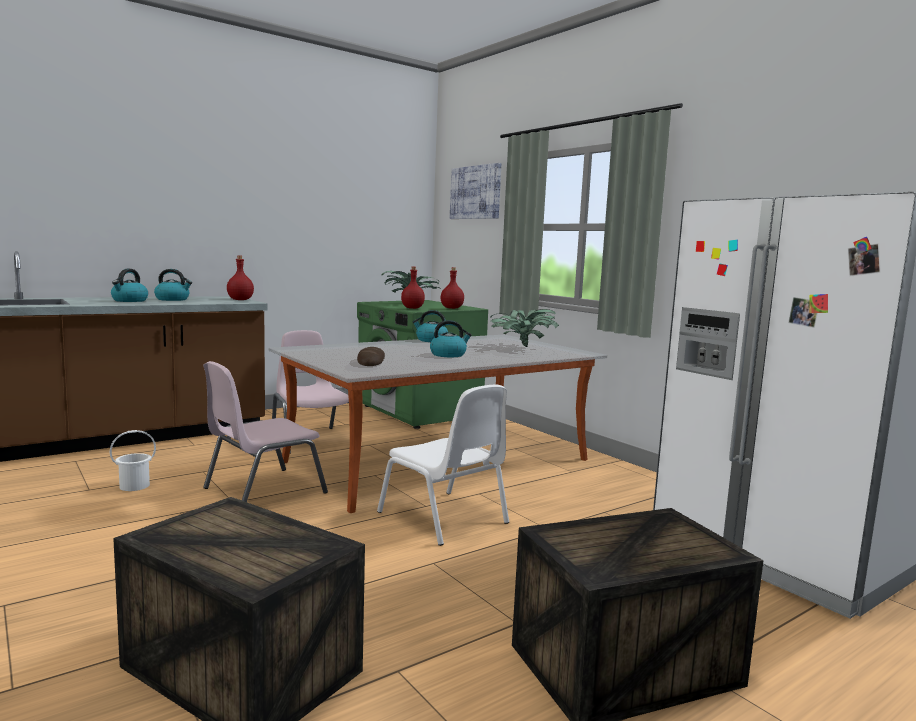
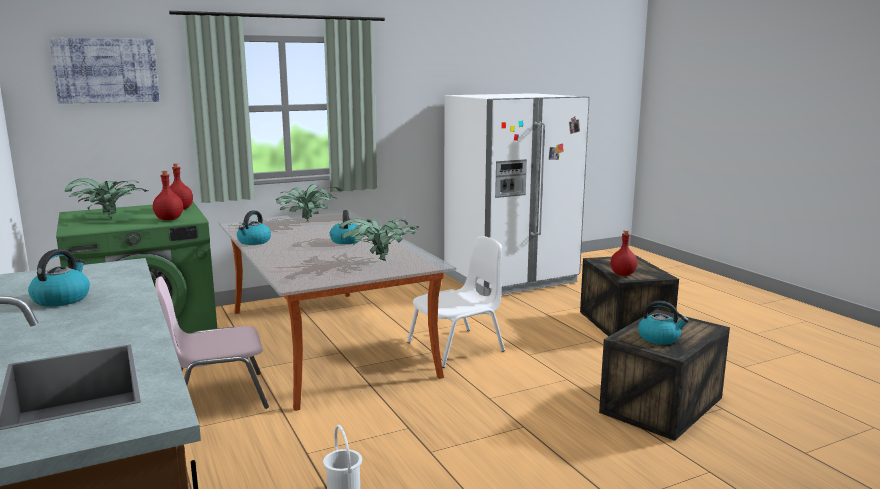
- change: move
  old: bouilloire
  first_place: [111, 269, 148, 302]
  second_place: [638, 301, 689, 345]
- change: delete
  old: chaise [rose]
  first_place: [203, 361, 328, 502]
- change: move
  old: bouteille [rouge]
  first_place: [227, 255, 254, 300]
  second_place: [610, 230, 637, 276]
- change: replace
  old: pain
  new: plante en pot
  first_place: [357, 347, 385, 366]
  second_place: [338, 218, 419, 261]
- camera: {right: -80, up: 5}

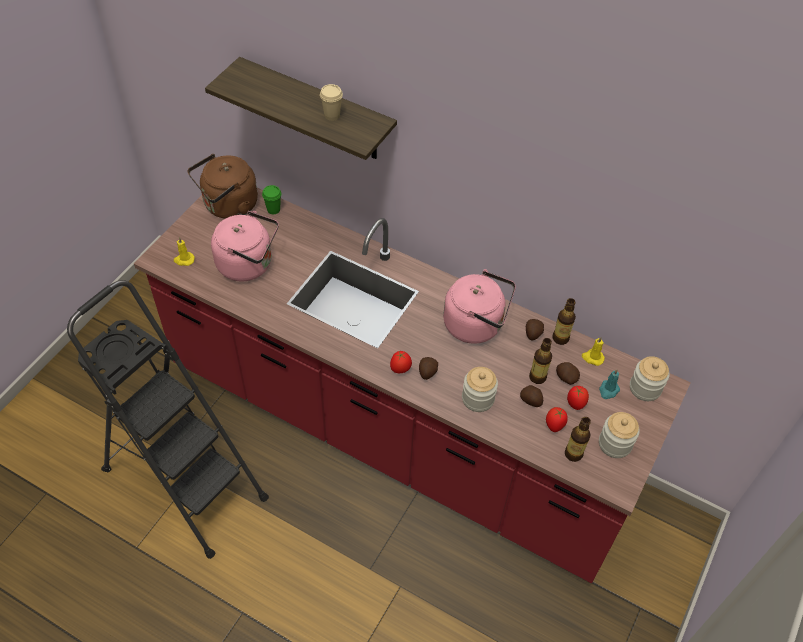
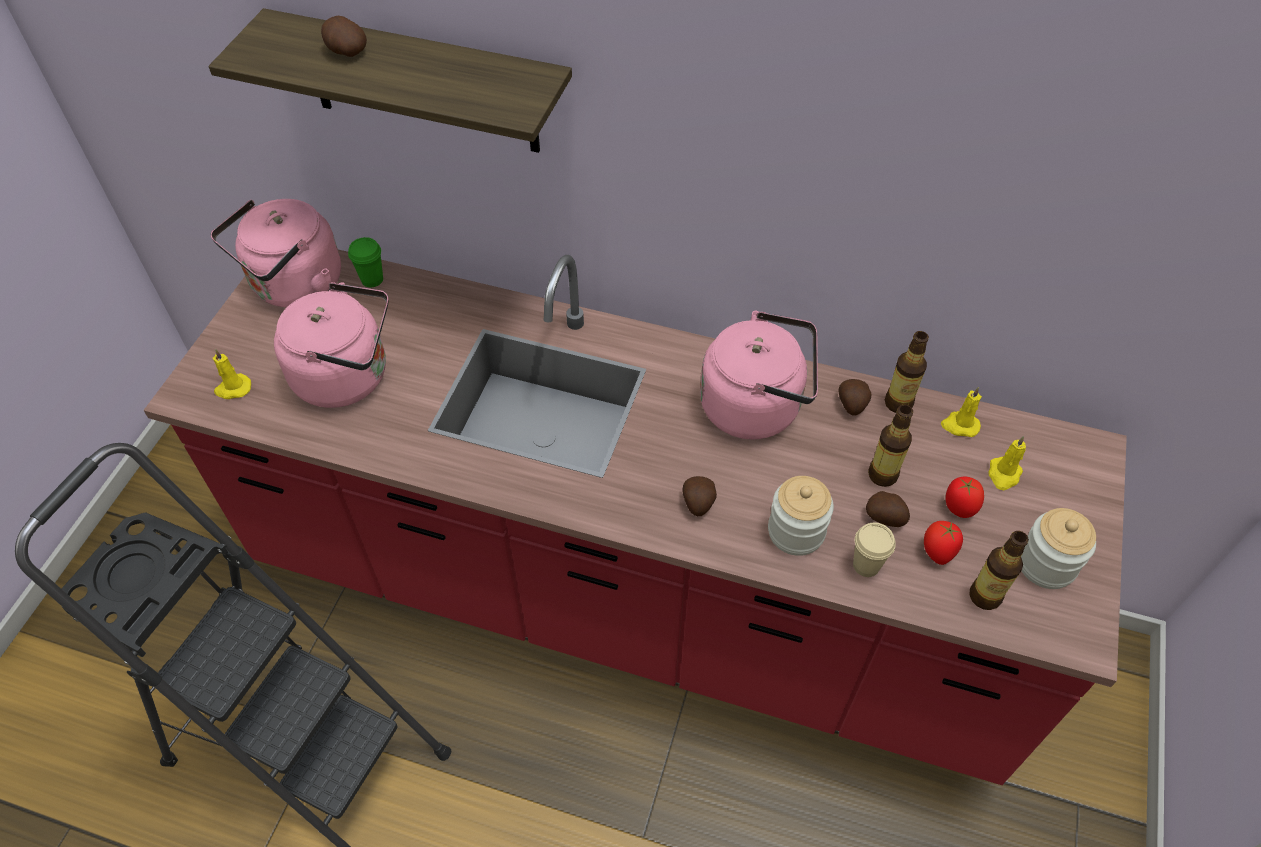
- change: recolor
  old: bouilloire [marron]
  new: bouilloire [rose]
  first_place: [188, 154, 258, 219]
  second_place: [211, 199, 341, 308]
- change: move
  old: tasse [beige]
  first_place: [320, 84, 343, 121]
  second_place: [853, 523, 896, 577]
- change: delete
  old: tomate
  first_place: [390, 351, 412, 373]
- change: move
  old: pomme de terre
  first_place: [556, 362, 580, 385]
  second_place: [321, 16, 367, 57]
- change: recolor
  old: bougie [turquoise]
  new: bougie [jaune]
  first_place: [599, 369, 620, 399]
  second_place: [988, 436, 1026, 490]
- change: delete
  old: bocal
  first_place: [630, 356, 670, 401]
- camera: {right: -10, up: 0}

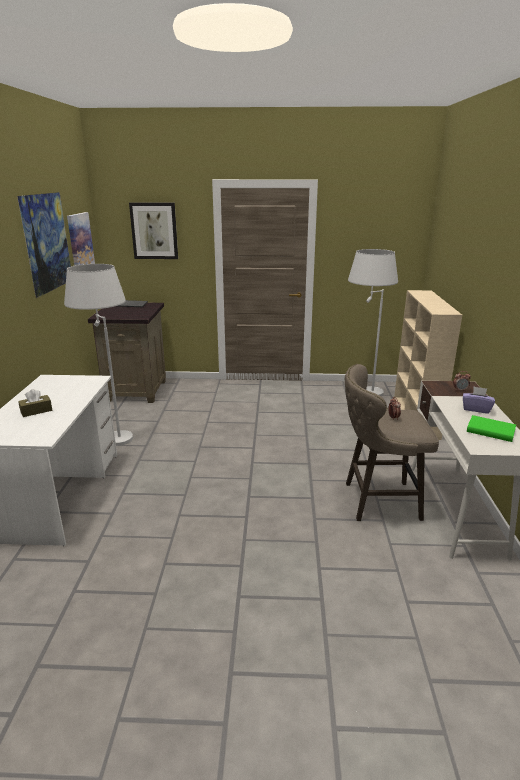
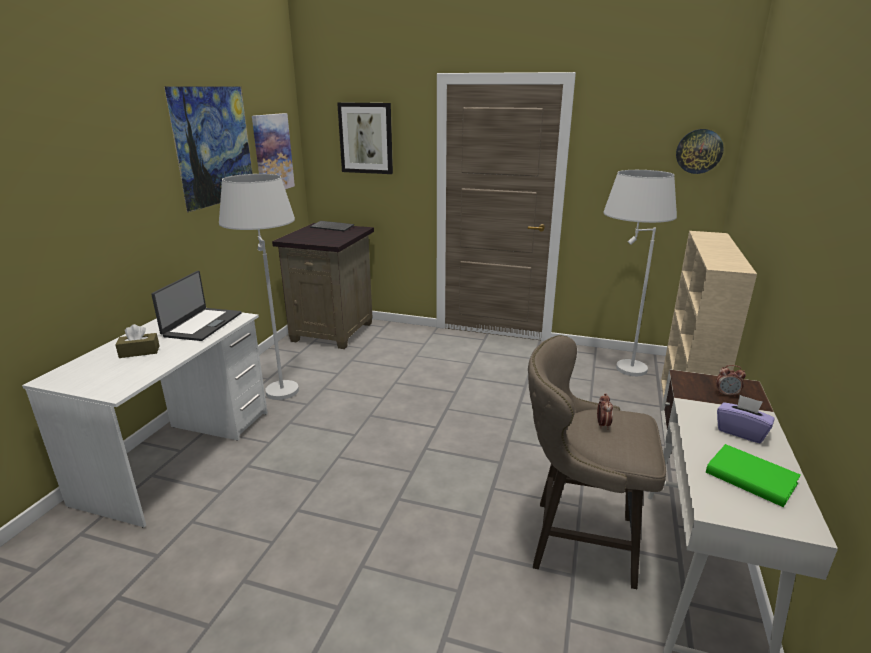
- change: insert
  new: ordinateur portable
  second_place: [151, 271, 242, 341]
- change: insert
  new: horloge murale
  second_place: [676, 129, 724, 174]
- camera: {right: 15, up: 0}

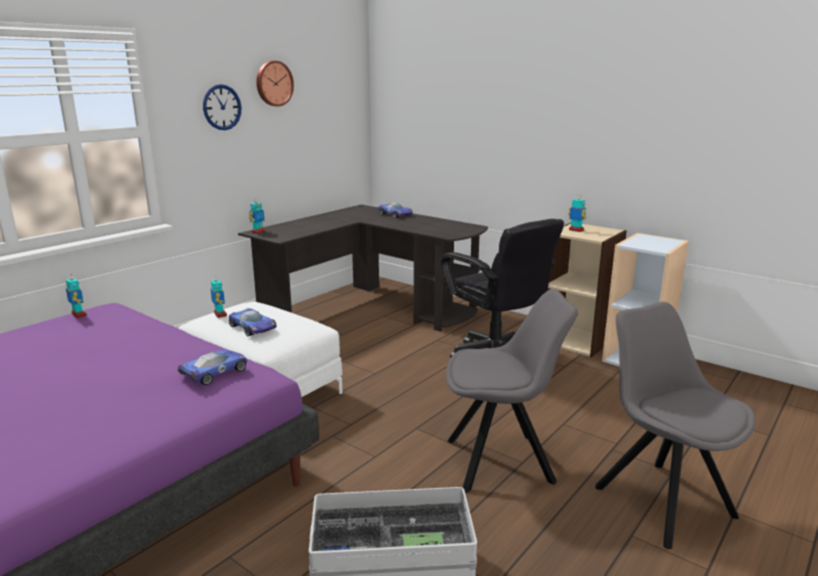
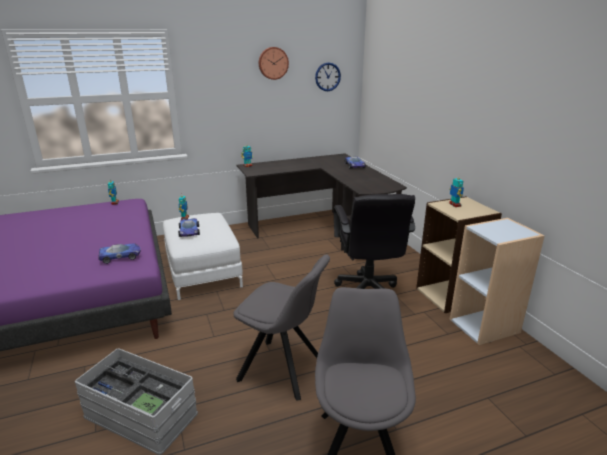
- change: move
  old: horloge murale
  first_place: [203, 84, 241, 130]
  second_place: [315, 62, 341, 91]
- camera: {right: 30, up: 5}

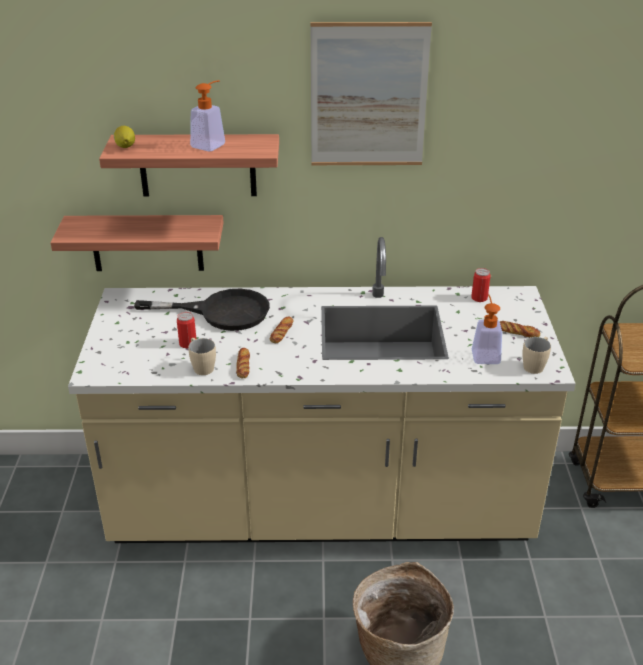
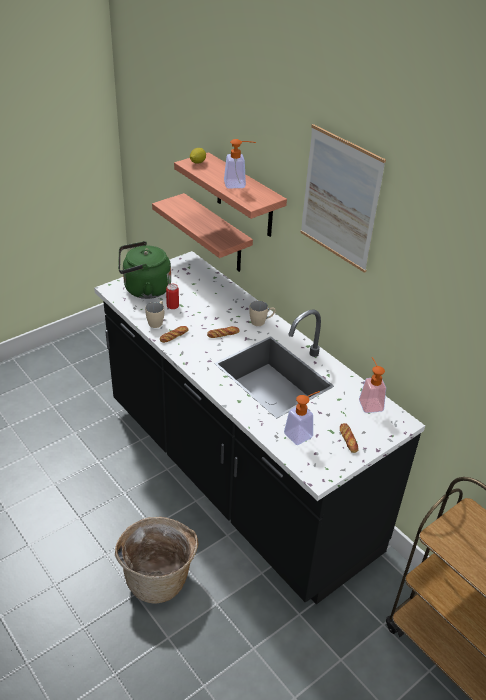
- change: recolor
  old: comptoir de cuisine [beige]
  new: comptoir de cuisine [noir]
  first_place: [68, 237, 576, 543]
  second_place: [94, 251, 425, 605]
- change: delete
  old: poêle [noir]
  first_place: [134, 289, 270, 331]
- change: replace
  old: boîte métallique
  new: distributeur de savon
  first_place: [471, 268, 491, 302]
  second_place: [359, 357, 386, 413]
- change: move
  old: mug [beige]
  first_place: [522, 337, 551, 374]
  second_place: [249, 301, 276, 326]
- change: insert
  new: bouilloire [vert]
  second_place: [118, 241, 171, 299]
- camera: {right: 50, up: 5}

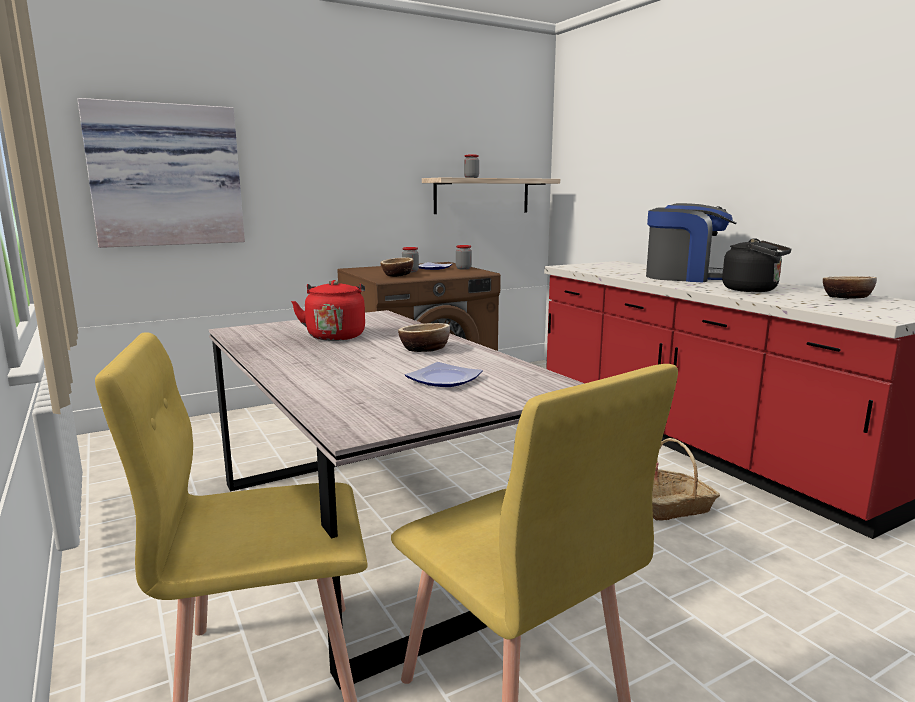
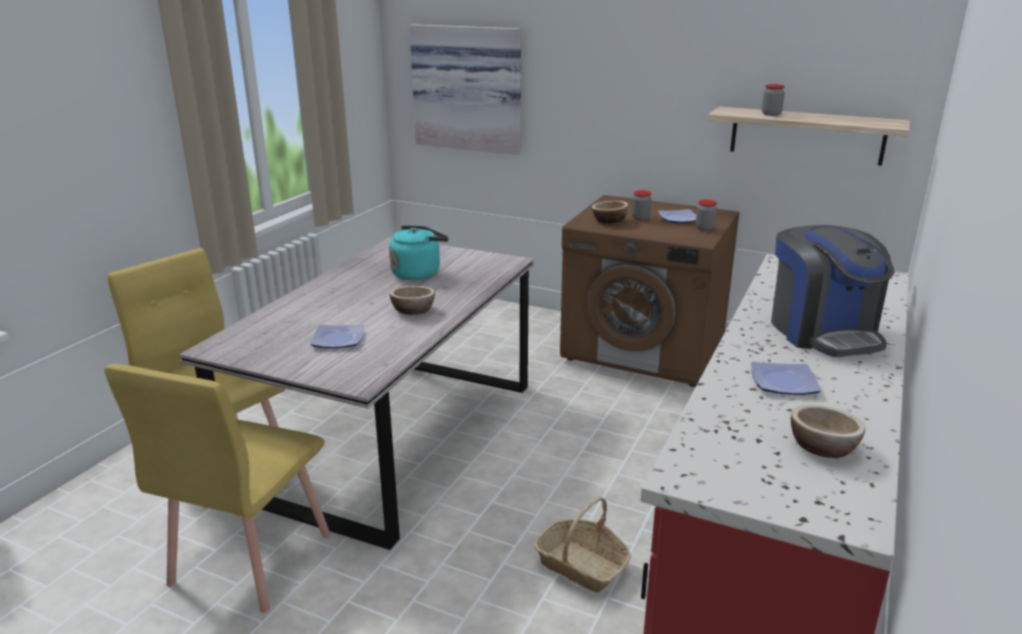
- change: recolor
  old: bouilloire [rouge]
  new: bouilloire [turquoise]
  first_place: [291, 280, 365, 341]
  second_place: [389, 225, 449, 280]
- change: replace
  old: bouilloire [noir]
  new: assiette
  first_place: [722, 238, 792, 292]
  second_place: [751, 362, 821, 395]
- camera: {right: 55, up: 10}

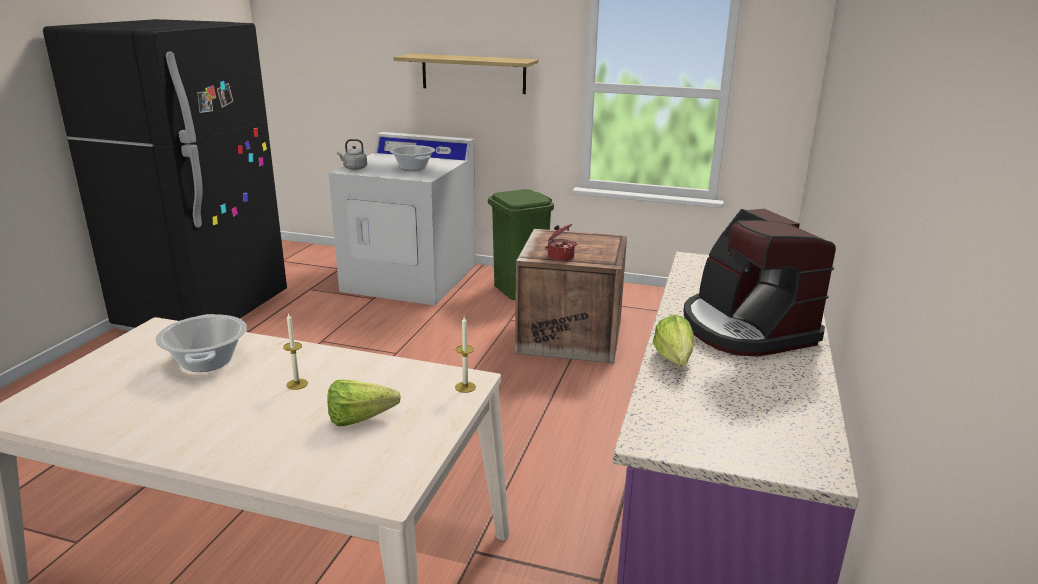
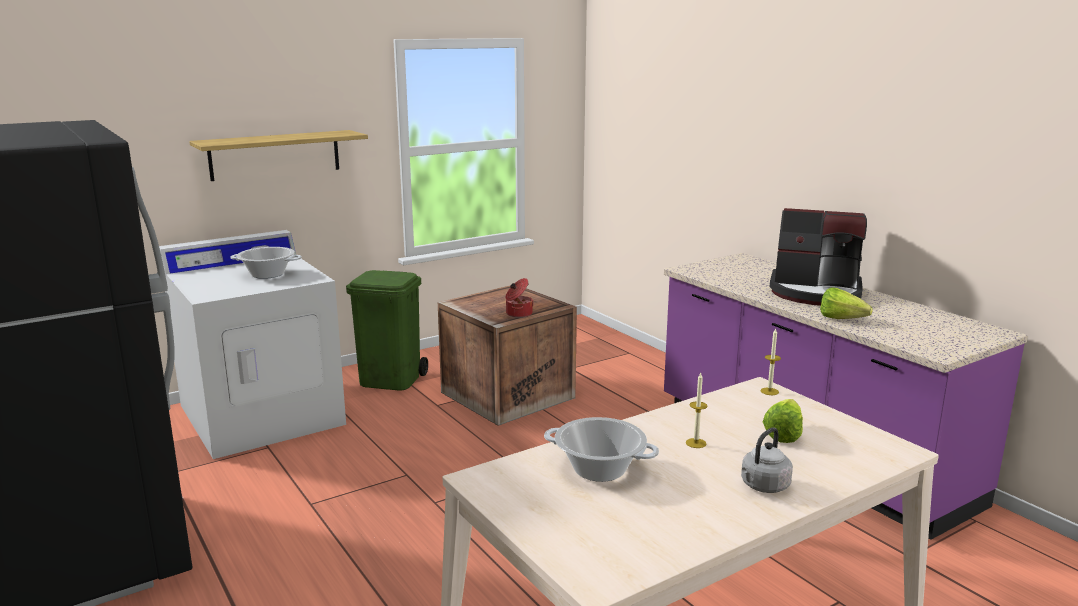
- change: move
  old: bouilloire [gris]
  first_place: [337, 139, 367, 170]
  second_place: [741, 427, 793, 493]
- camera: {right: -50, up: -5}

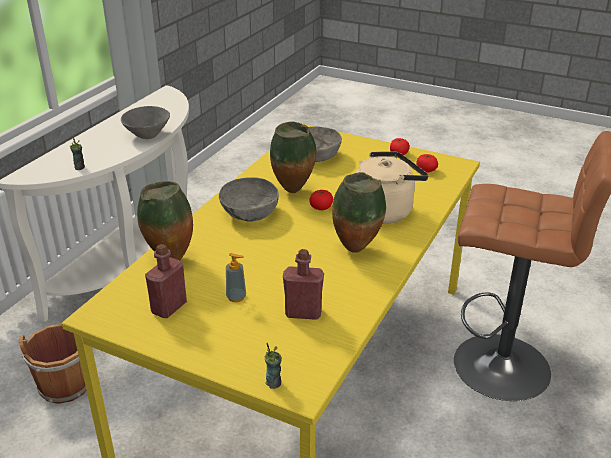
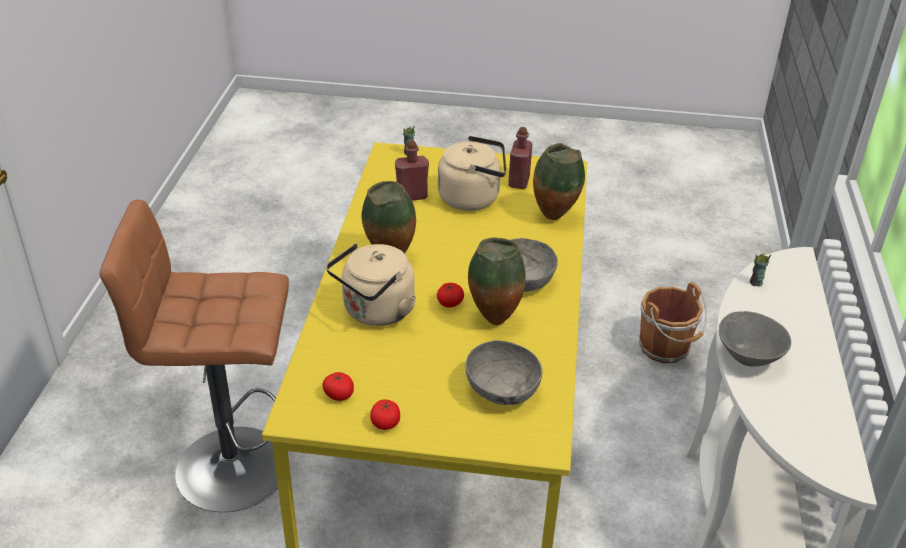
- change: replace
  old: distributeur de savon
  new: bouilloire [beige]
  first_place: [226, 253, 246, 302]
  second_place: [438, 136, 507, 211]
- camera: {right: 160, up: 5}

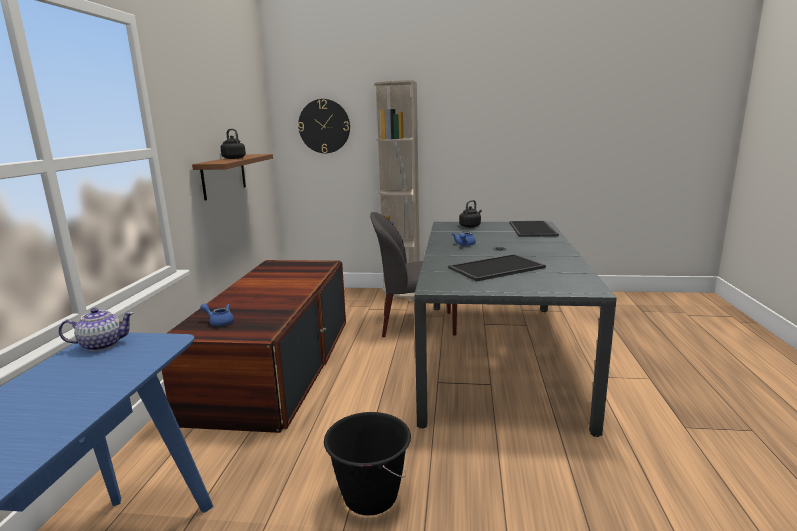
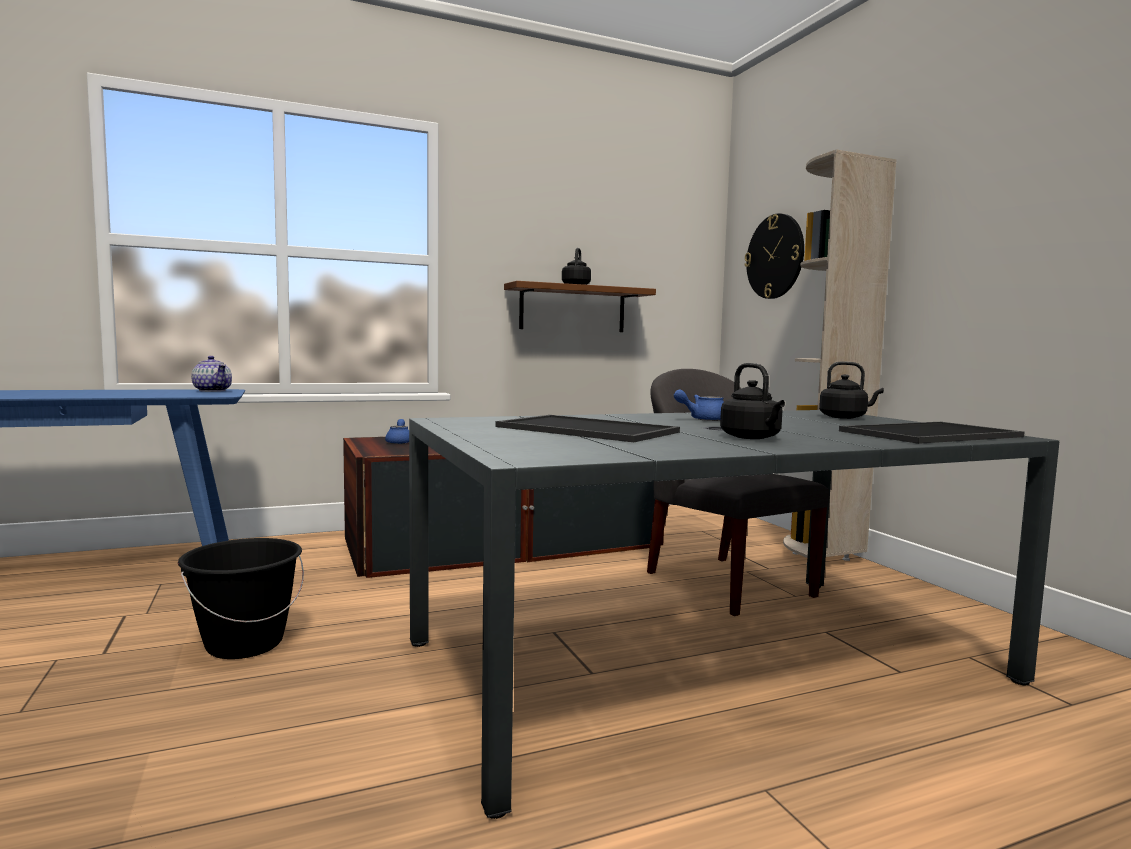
- change: insert
  new: bouilloire [noir]
  second_place: [720, 363, 785, 439]
- camera: {right: 60, up: -10}

